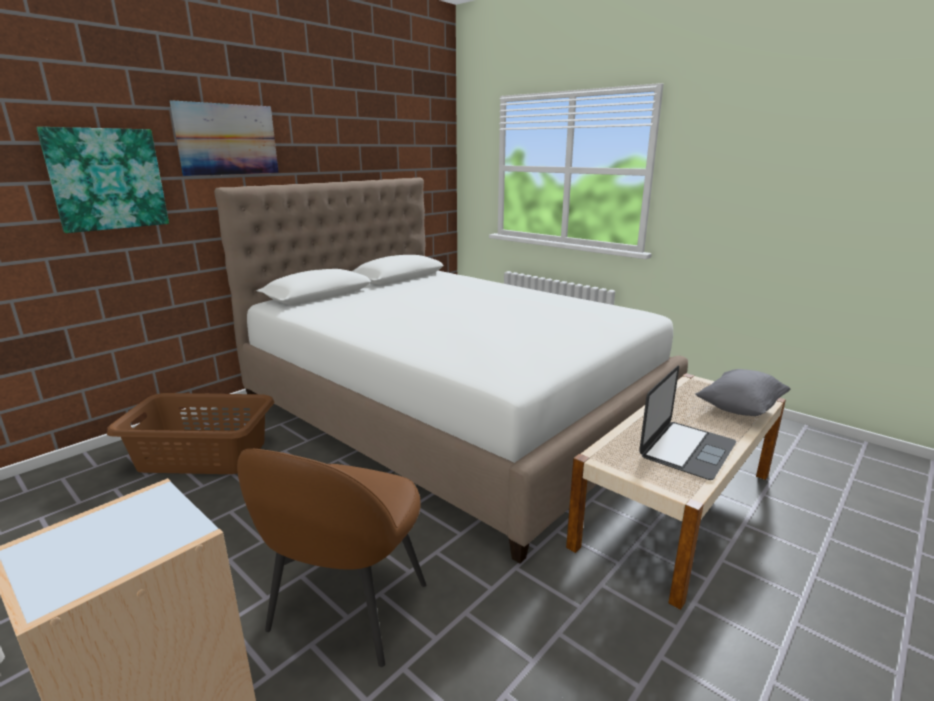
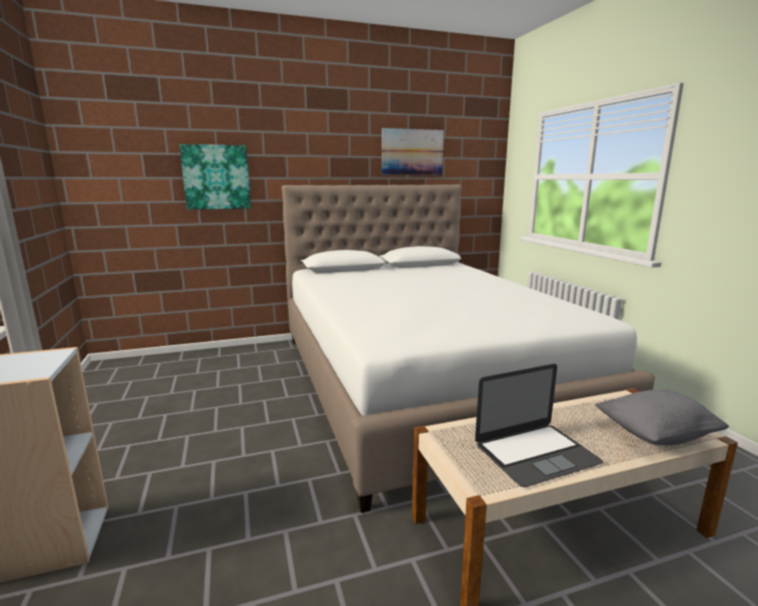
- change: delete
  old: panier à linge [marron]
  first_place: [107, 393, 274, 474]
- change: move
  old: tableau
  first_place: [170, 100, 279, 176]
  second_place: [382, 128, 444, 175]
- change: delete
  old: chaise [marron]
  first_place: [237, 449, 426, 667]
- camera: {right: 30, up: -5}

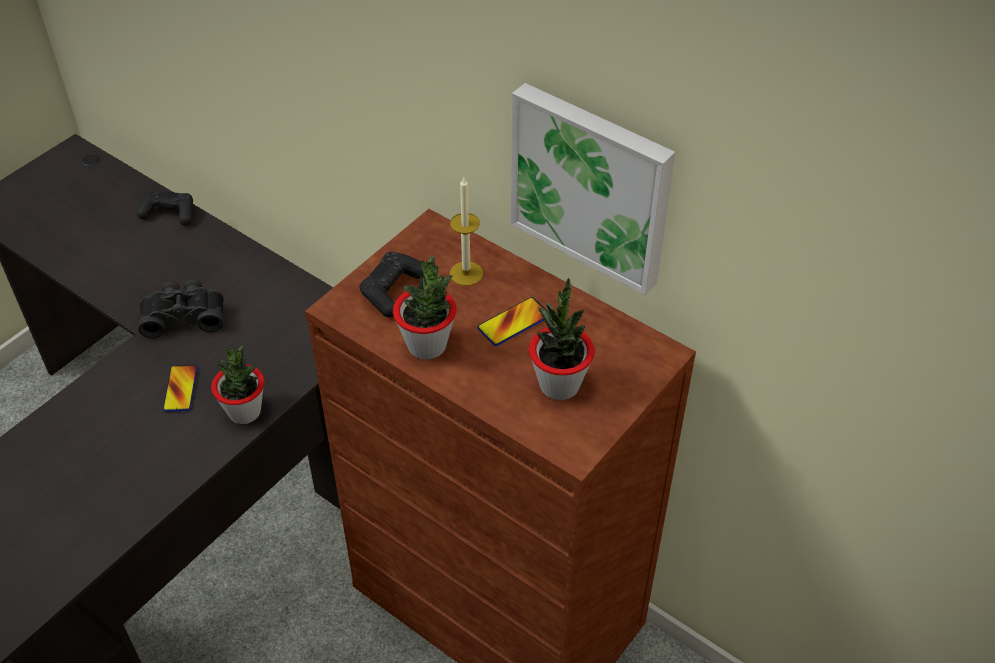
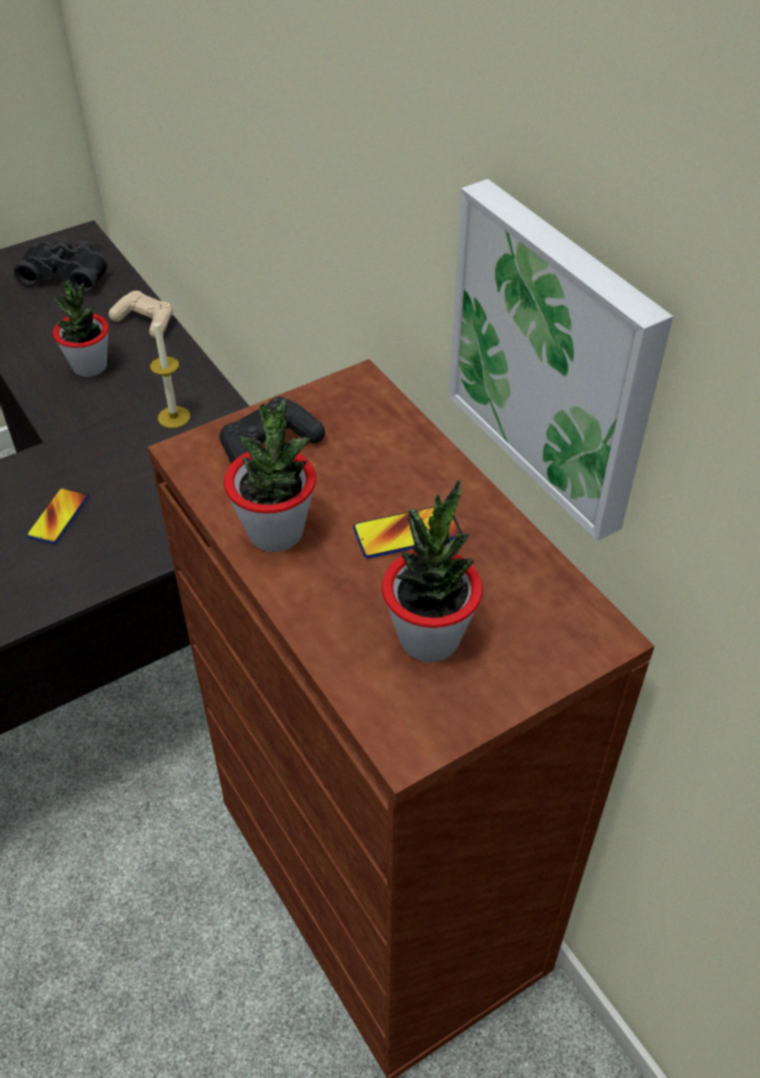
- change: recolor
  old: manette [noir]
  new: manette [beige]
  first_place: [136, 189, 193, 226]
  second_place: [109, 291, 173, 339]
- change: move
  old: jumelles [noir]
  first_place: [138, 280, 224, 338]
  second_place: [14, 238, 108, 294]
- change: move
  old: plante en pot
  first_place: [211, 345, 264, 424]
  second_place: [53, 280, 109, 377]
- change: move
  old: bougie
  first_place: [450, 177, 483, 286]
  second_place: [150, 317, 190, 428]
- camera: {right: 20, up: 0}

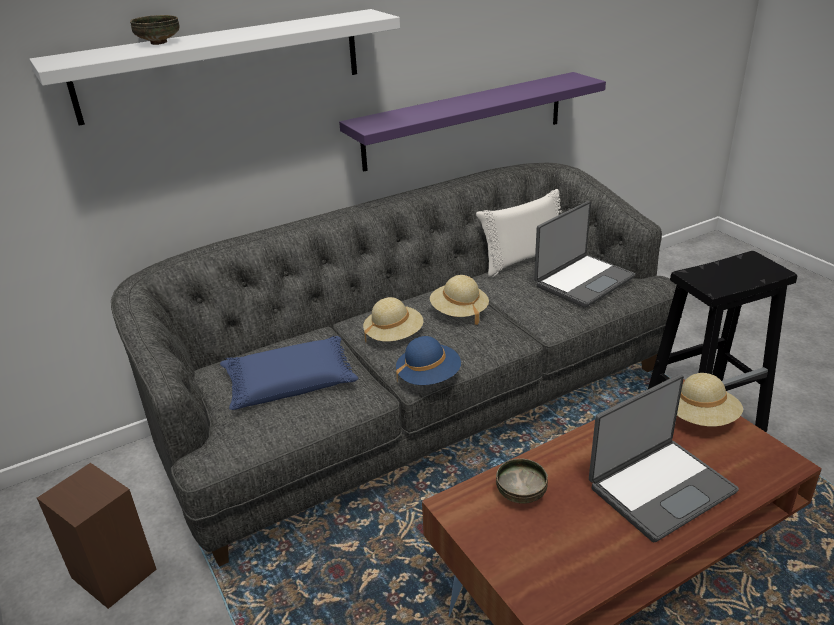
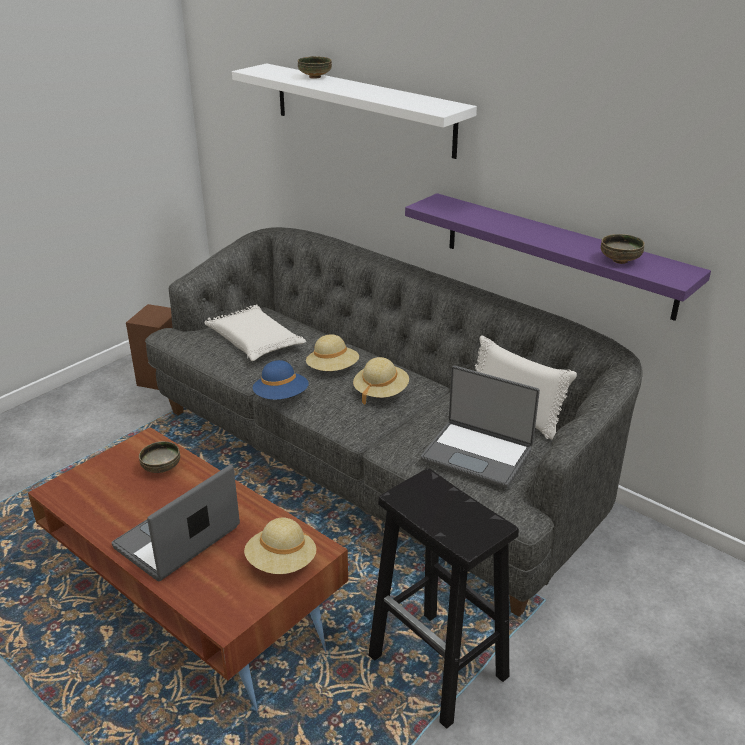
- change: recolor
  old: coussin [bleu]
  new: coussin [blanc]
  first_place: [220, 336, 358, 410]
  second_place: [204, 305, 306, 361]
- change: rotate
  old: ordinateur portable
  first_place: [589, 374, 739, 542]
  second_place: [112, 465, 240, 581]
  degrees: 90
- change: insert
  new: bol
  second_place: [601, 234, 645, 264]
- camera: {right: 70, up: 0}

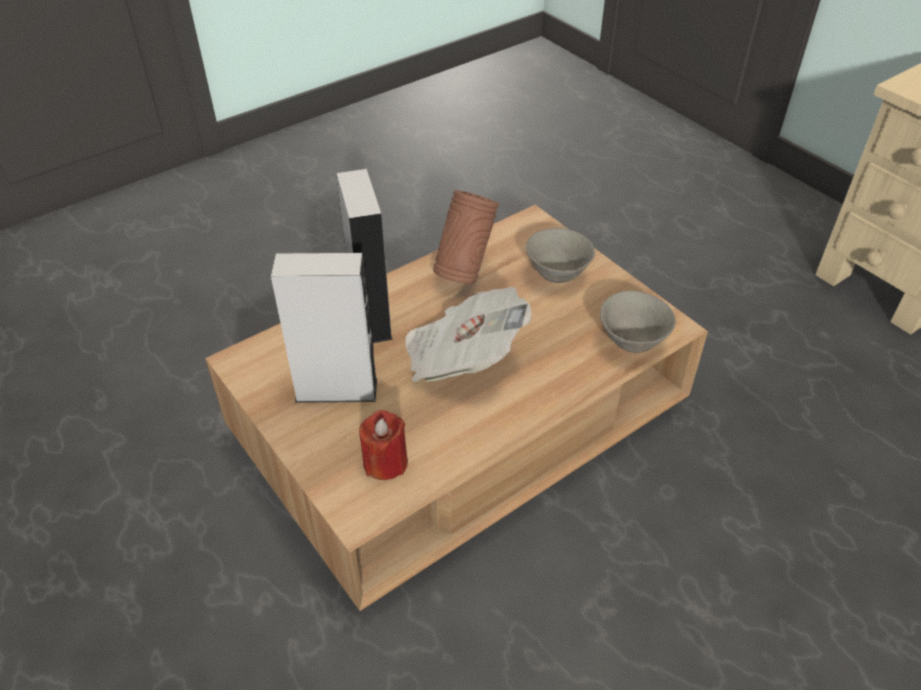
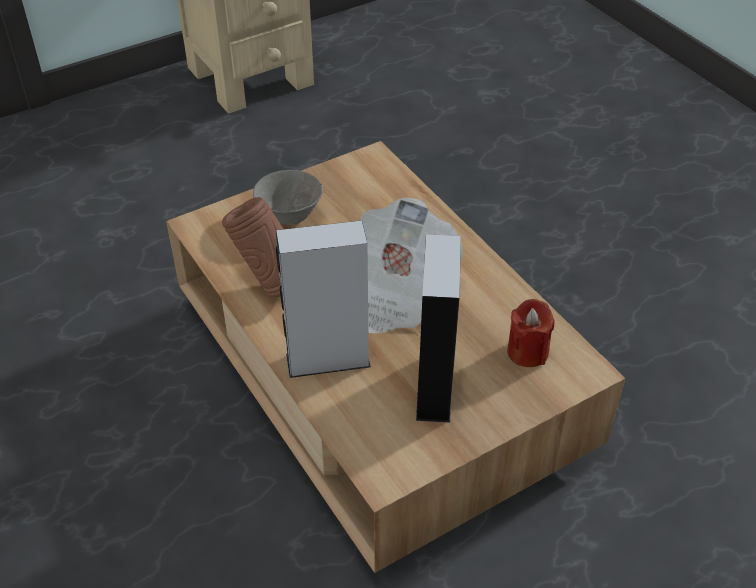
- change: delete
  old: bol [gris]
  first_place: [600, 291, 676, 353]
- camera: {right: -85, up: 0}

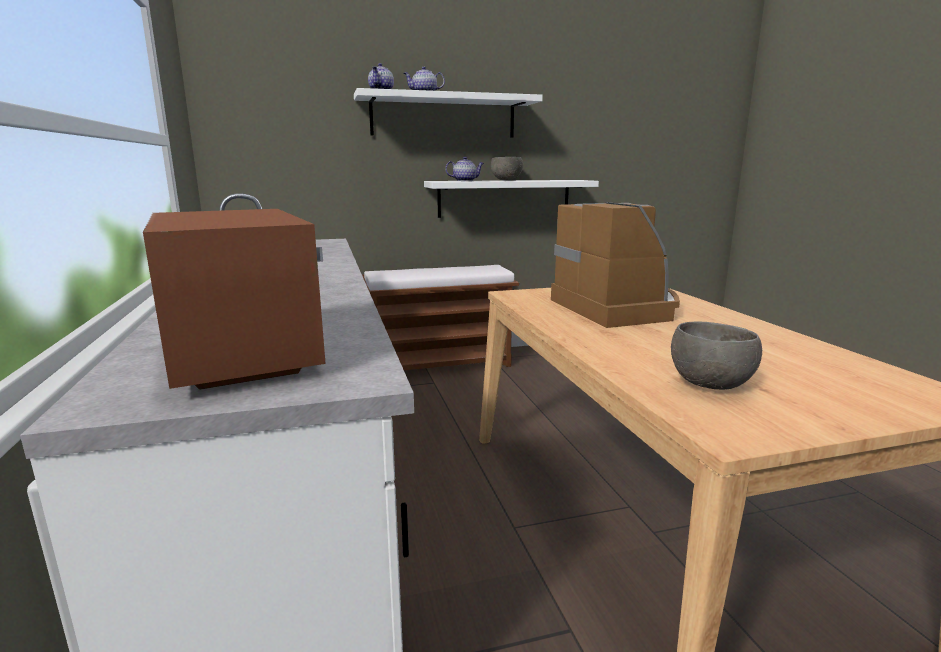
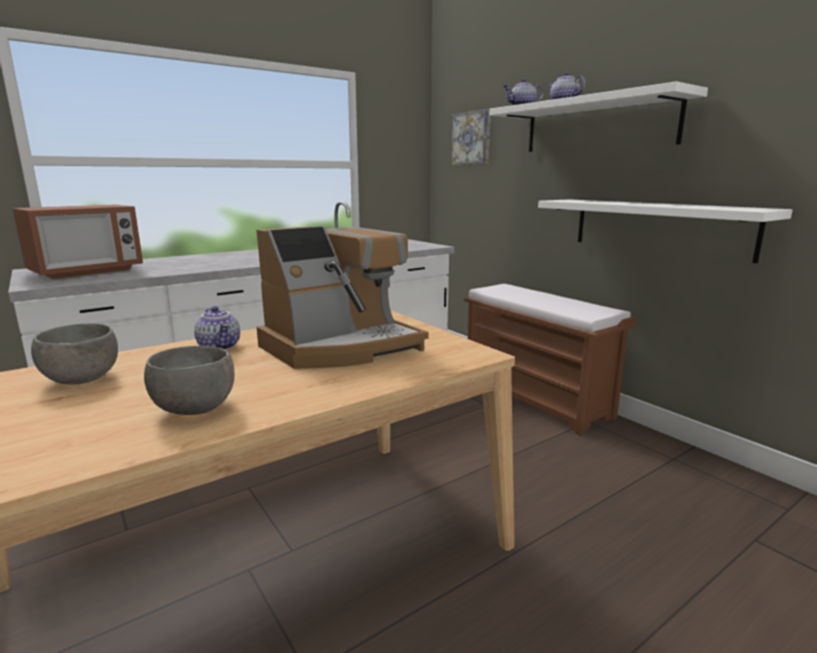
- change: move
  old: théière
  first_place: [445, 157, 484, 181]
  second_place: [194, 306, 240, 350]
- change: move
  old: bol [gris]
  first_place: [491, 157, 523, 180]
  second_place: [144, 346, 235, 415]
- change: insert
  new: tableau
  second_place: [451, 109, 490, 165]
- camera: {right: 70, up: 0}

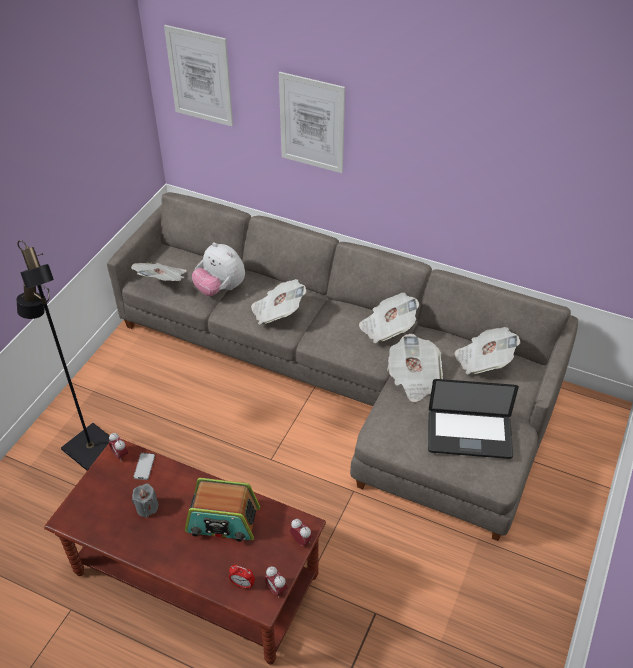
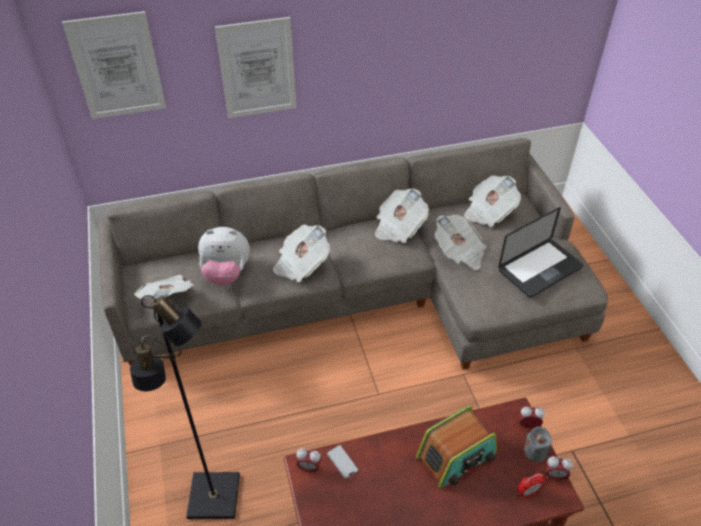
- change: move
  old: bougie [gris]
  first_place: [132, 484, 159, 518]
  second_place: [524, 427, 552, 462]
- camera: {right: -40, up: 0}

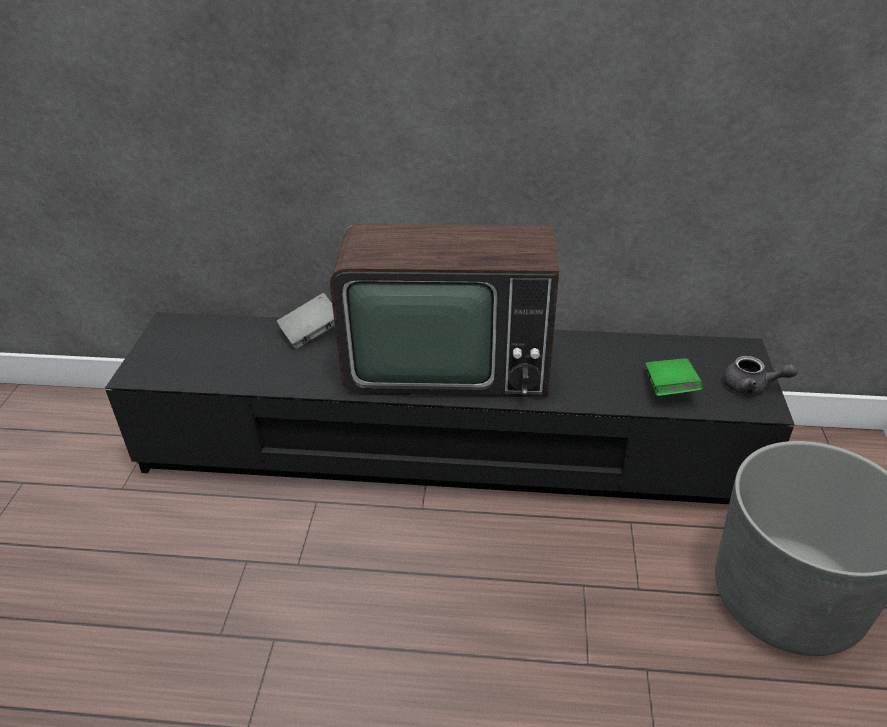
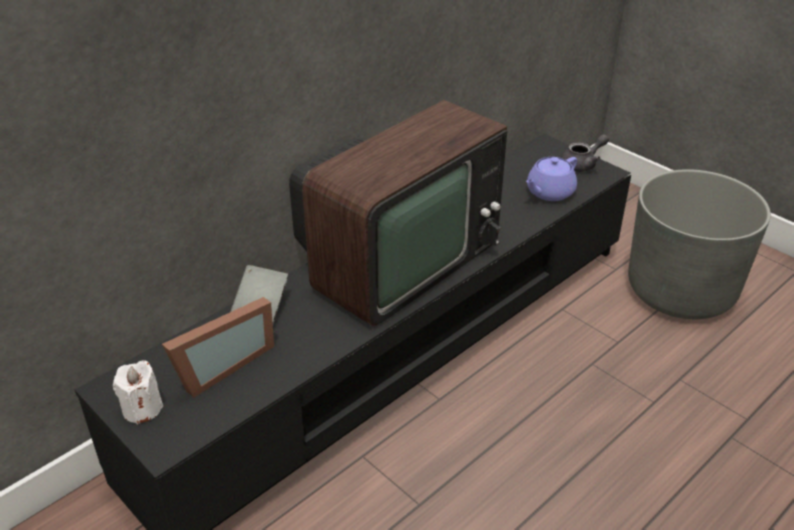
- change: replace
  old: livre [vert]
  new: théière [violet]
  first_place: [646, 358, 703, 396]
  second_place: [526, 157, 577, 201]
- change: insert
  new: bougie [blanc]
  second_place: [113, 360, 163, 424]
- change: insert
  new: cadre photo
  second_place: [162, 297, 274, 398]
- camera: {right: -50, up: 0}

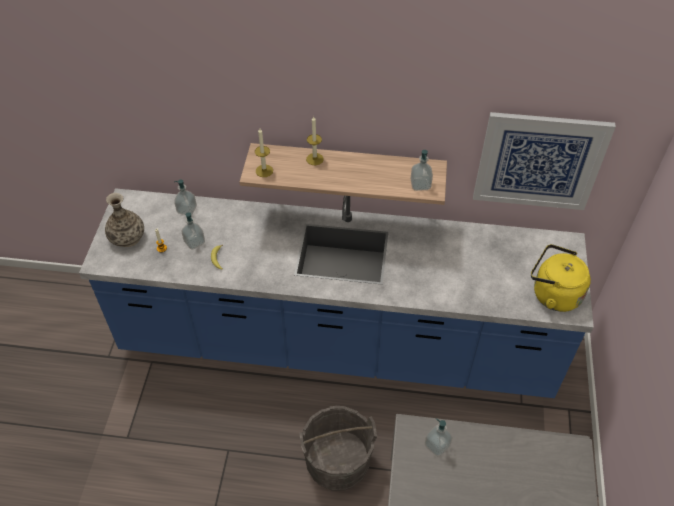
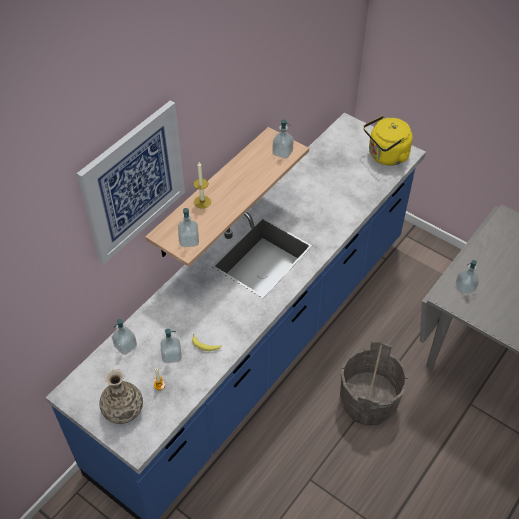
- change: replace
  old: bougie
  new: distributeur de savon
  first_place: [255, 129, 273, 177]
  second_place: [178, 208, 199, 247]
- change: move
  old: tableau
  first_place: [473, 112, 616, 210]
  second_place: [77, 100, 185, 264]
- camera: {right: -60, up: 0}

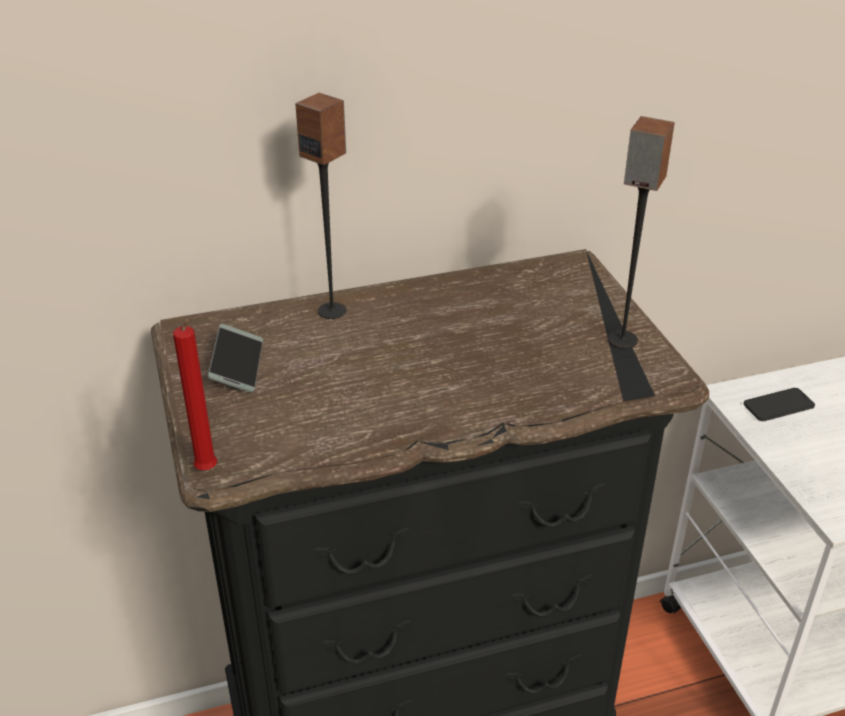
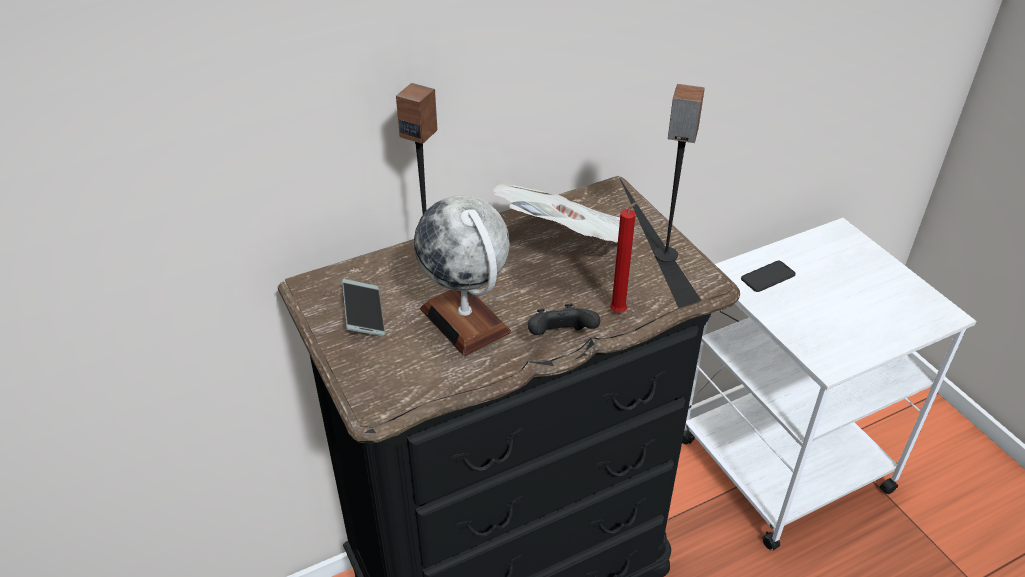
- change: move
  old: bougie [rouge]
  first_place: [173, 314, 217, 470]
  second_place: [610, 199, 645, 313]
- change: insert
  new: globe
  second_place: [414, 195, 511, 356]
- change: insert
  new: journal
  second_place: [493, 184, 620, 243]
- change: insert
  new: manette [noir]
  second_place: [528, 304, 600, 335]
- camera: {right: -10, up: 5}

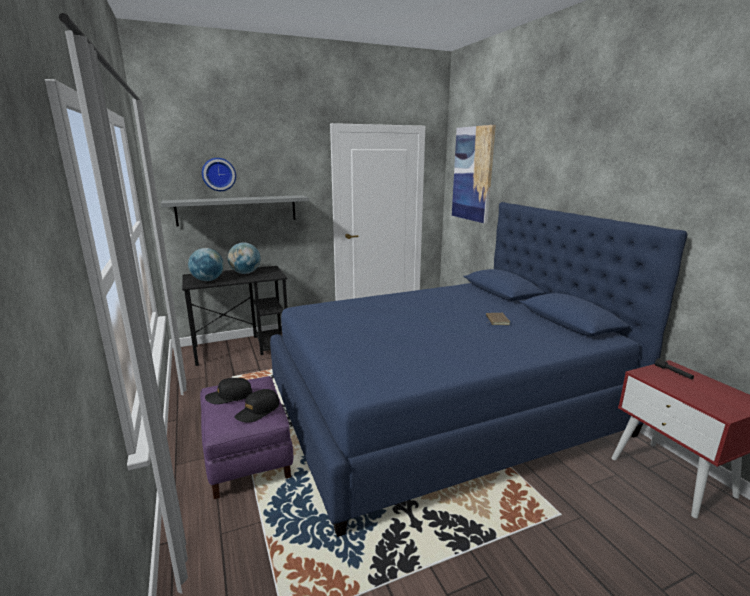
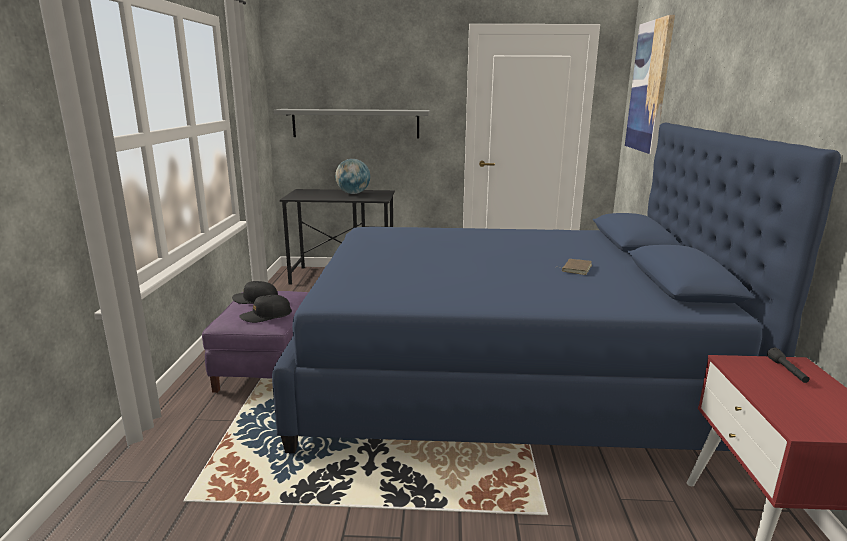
- change: delete
  old: globe
  first_place: [188, 248, 224, 281]
- change: delete
  old: horloge murale
  first_place: [202, 158, 236, 191]
- camera: {right: 25, up: 0}

